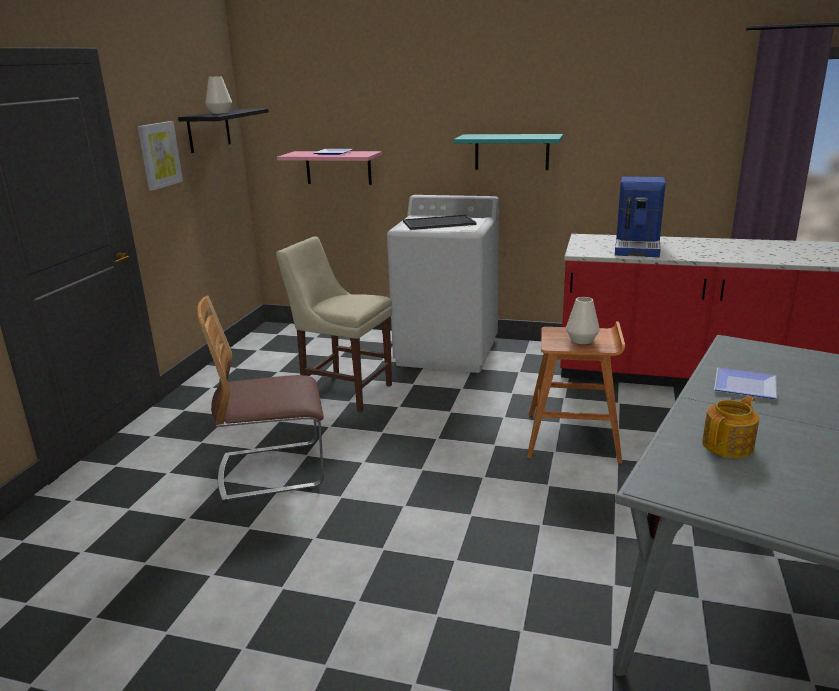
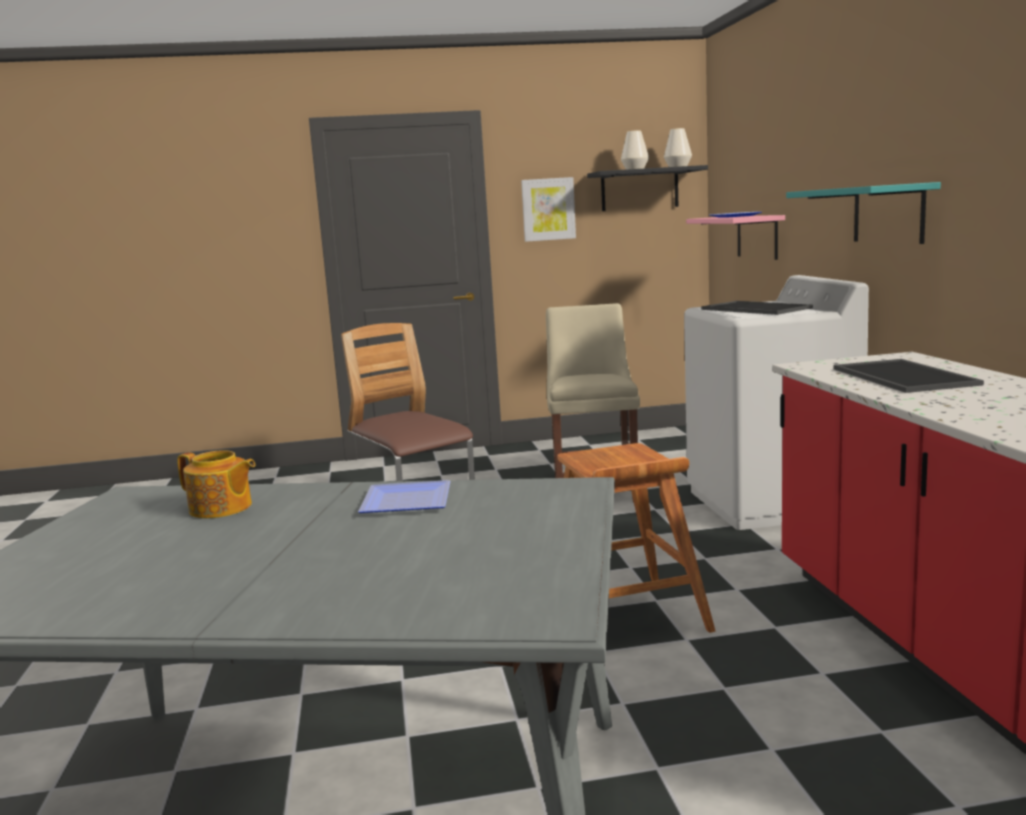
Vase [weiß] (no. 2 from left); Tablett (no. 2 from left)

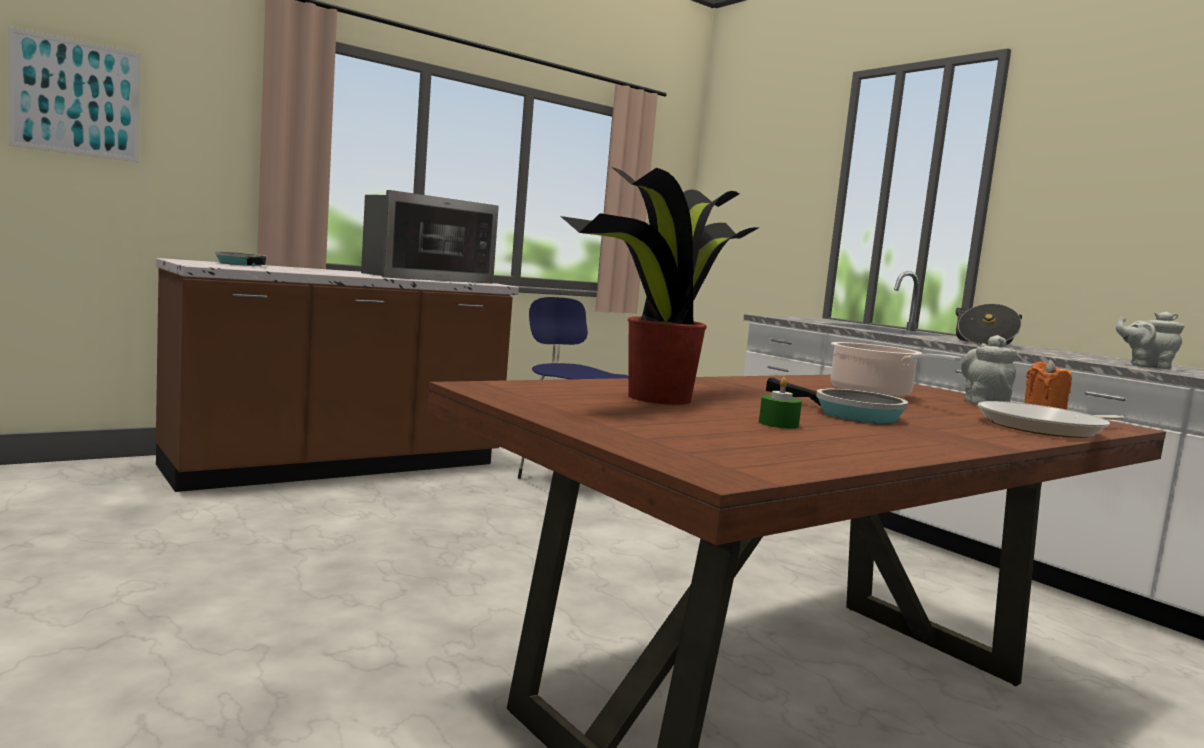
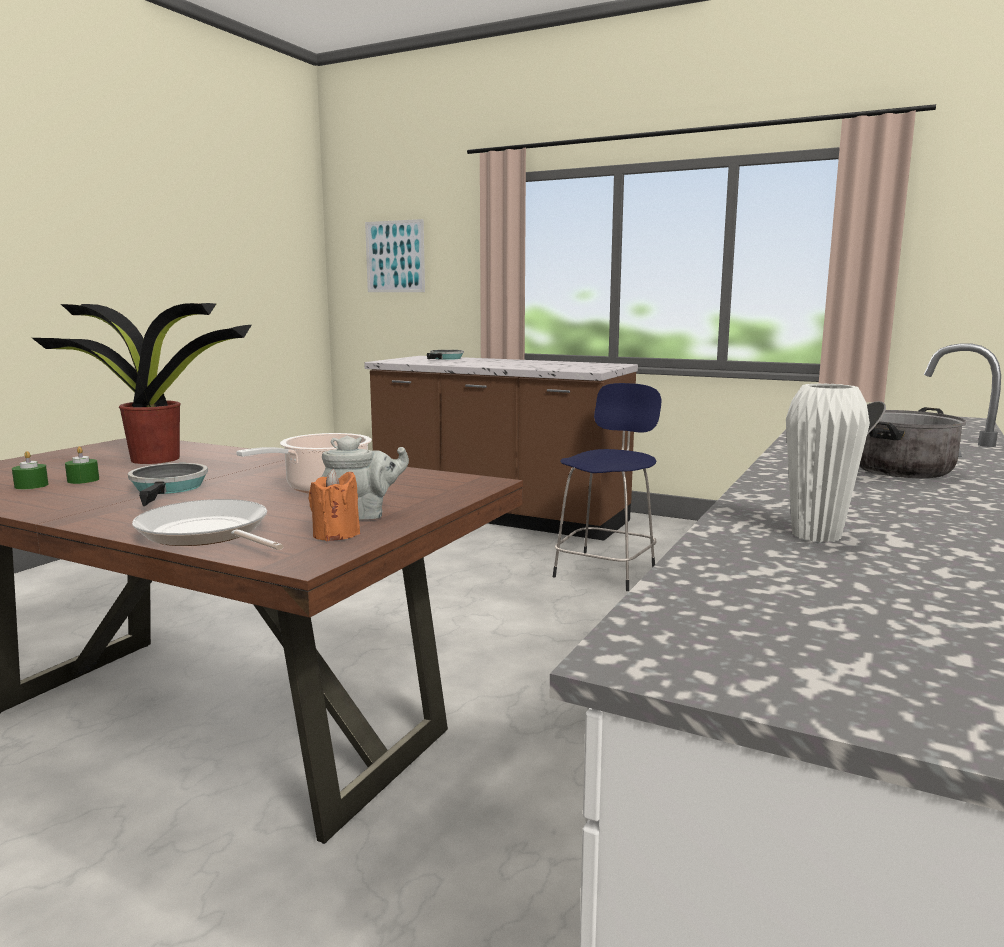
Mikrowelle; Pfanne (no. 1 from left); Vase [weiß]; Kerze [grün] (no. 1 from left)

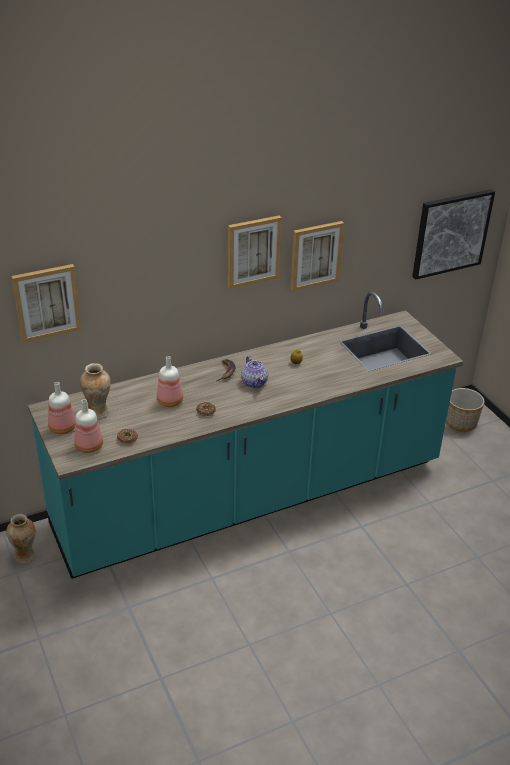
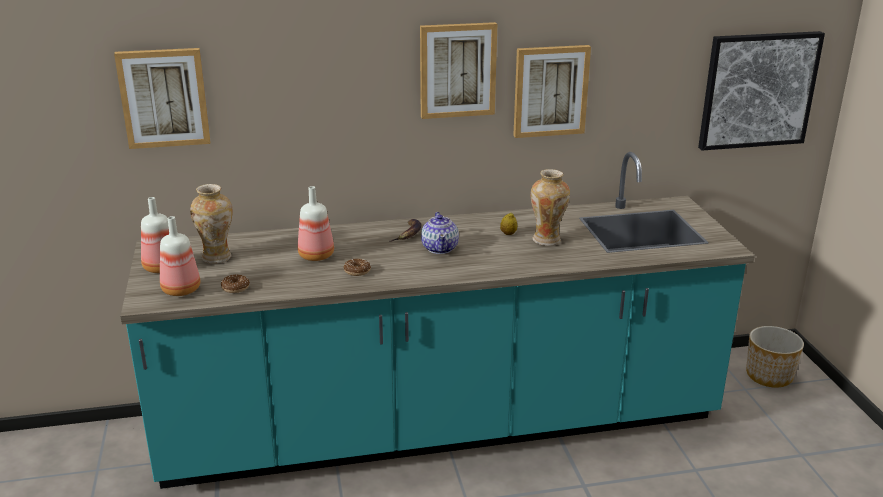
Vase (no. 2 from left)

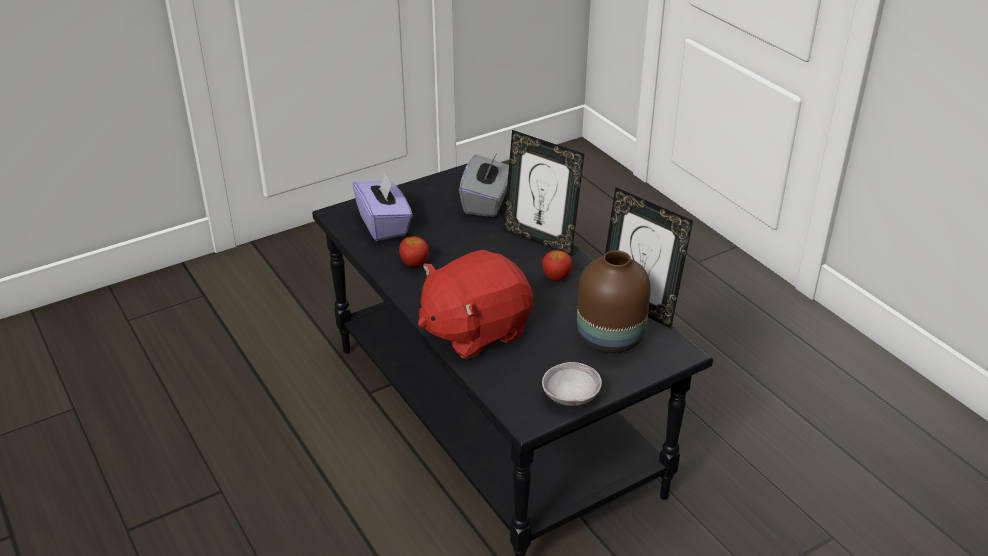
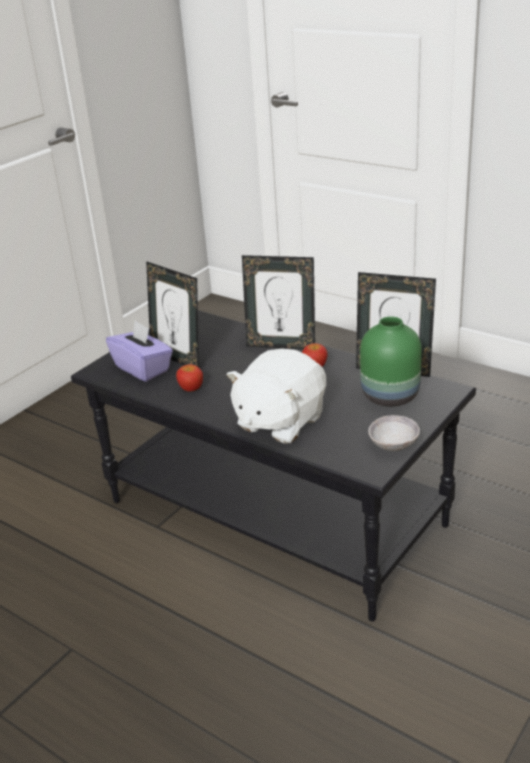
Plüschtier [weiß]; Taschentuchbox [grau]; Vase [grün]; Bilderrahmen (no. 1 from left)

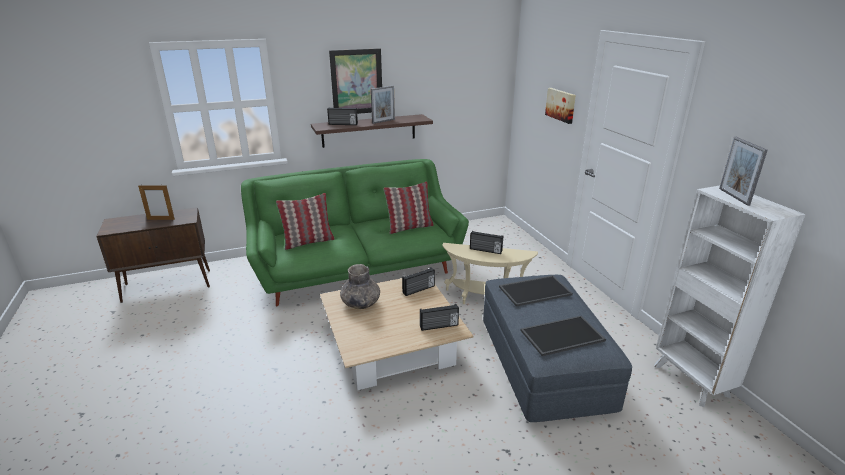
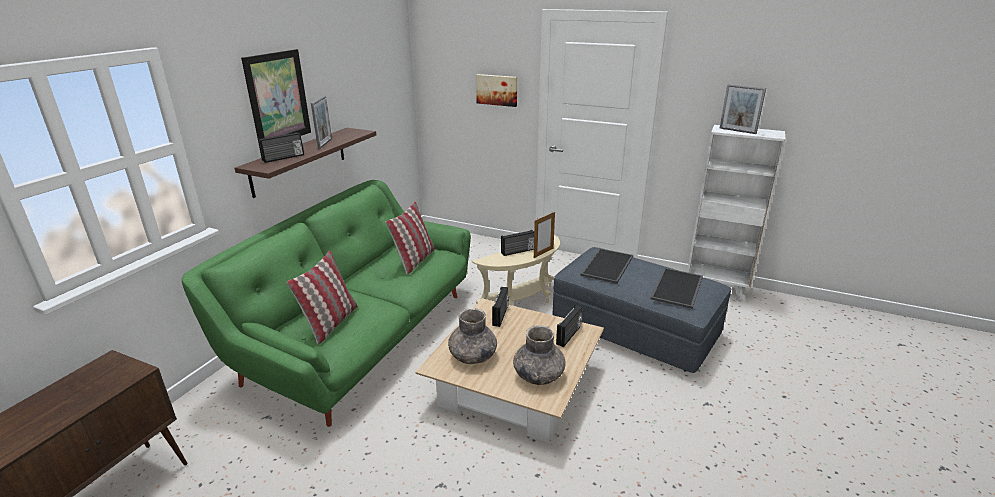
Bilderrahmen (no. 2 from left); Vase [grau] (no. 2 from left)

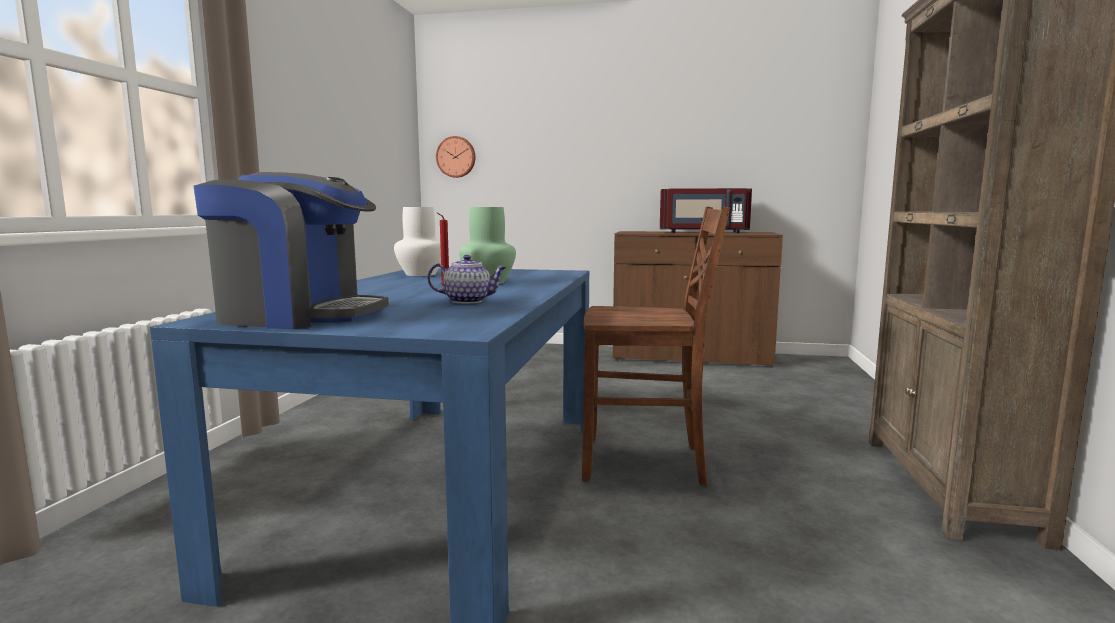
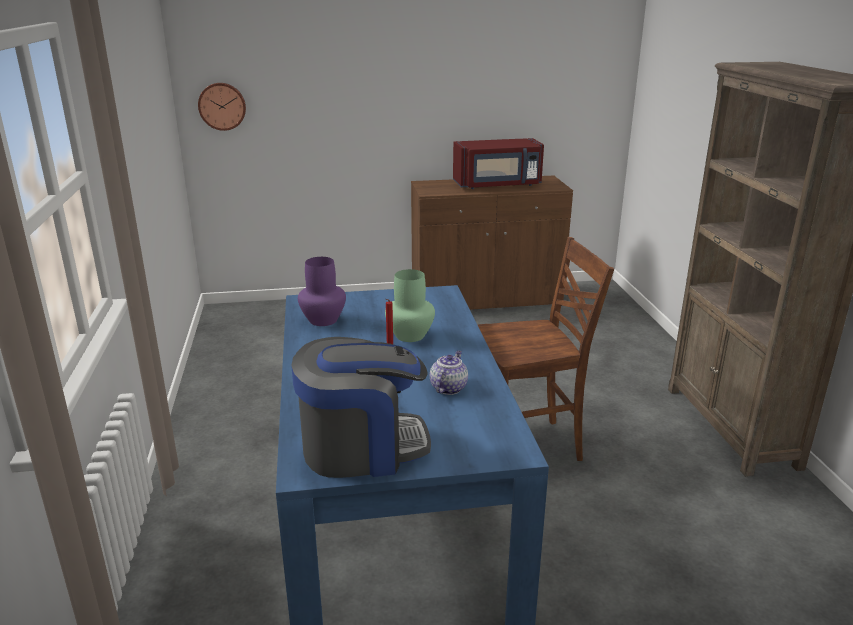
Vase [lila]; Teekanne

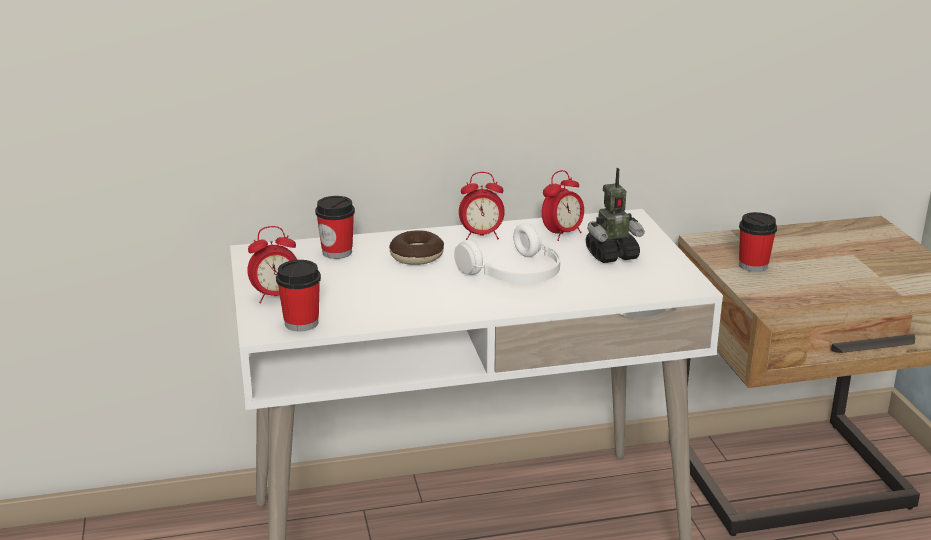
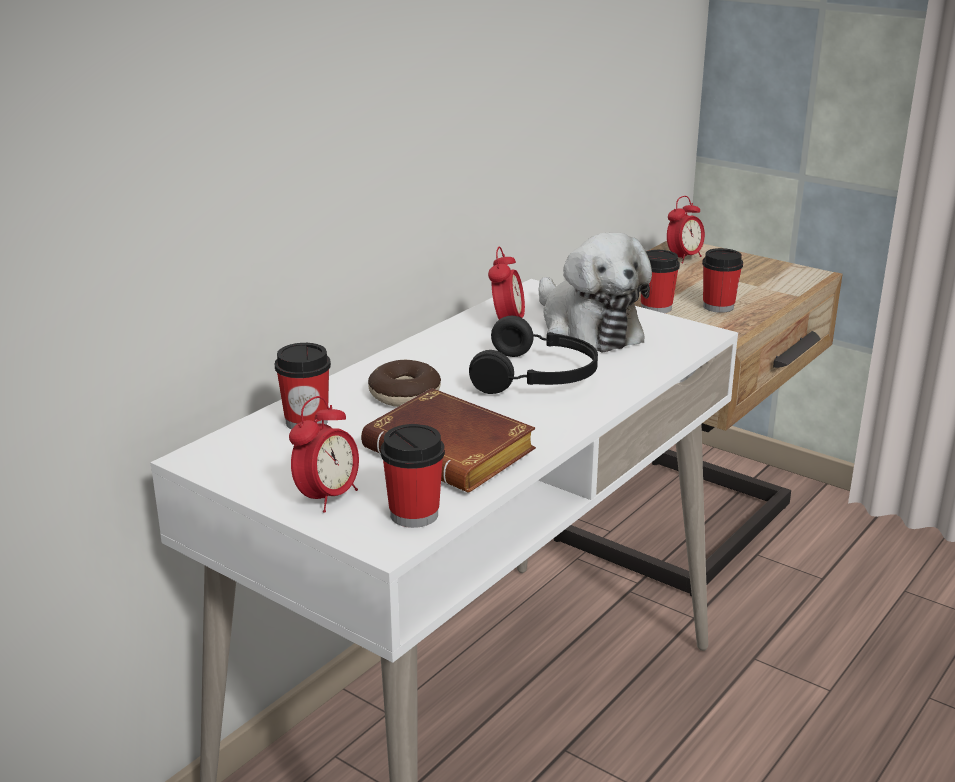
Kopfhörer [schwarz]; Wecker (no. 3 from left); Plüschtier; Buch [braun]; Tasse (no. 4 from left)

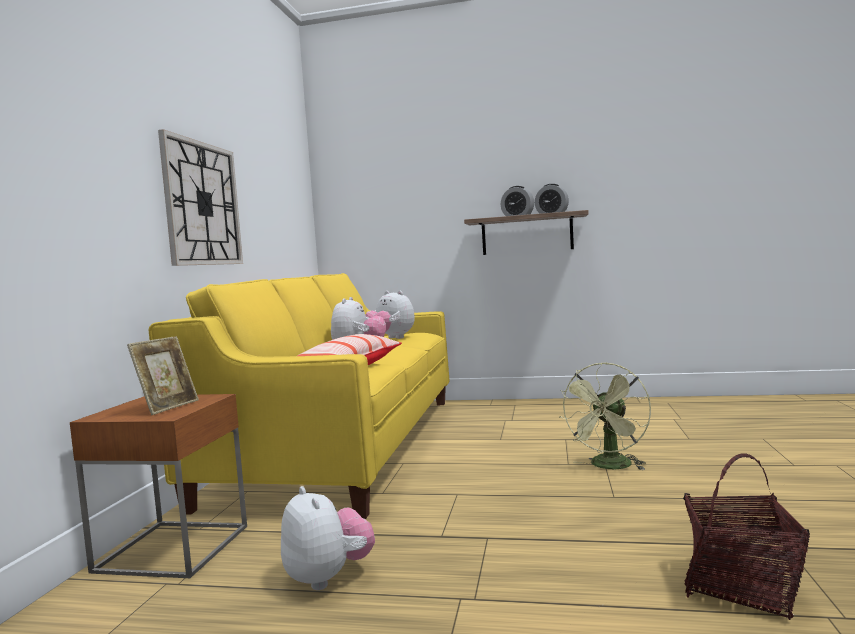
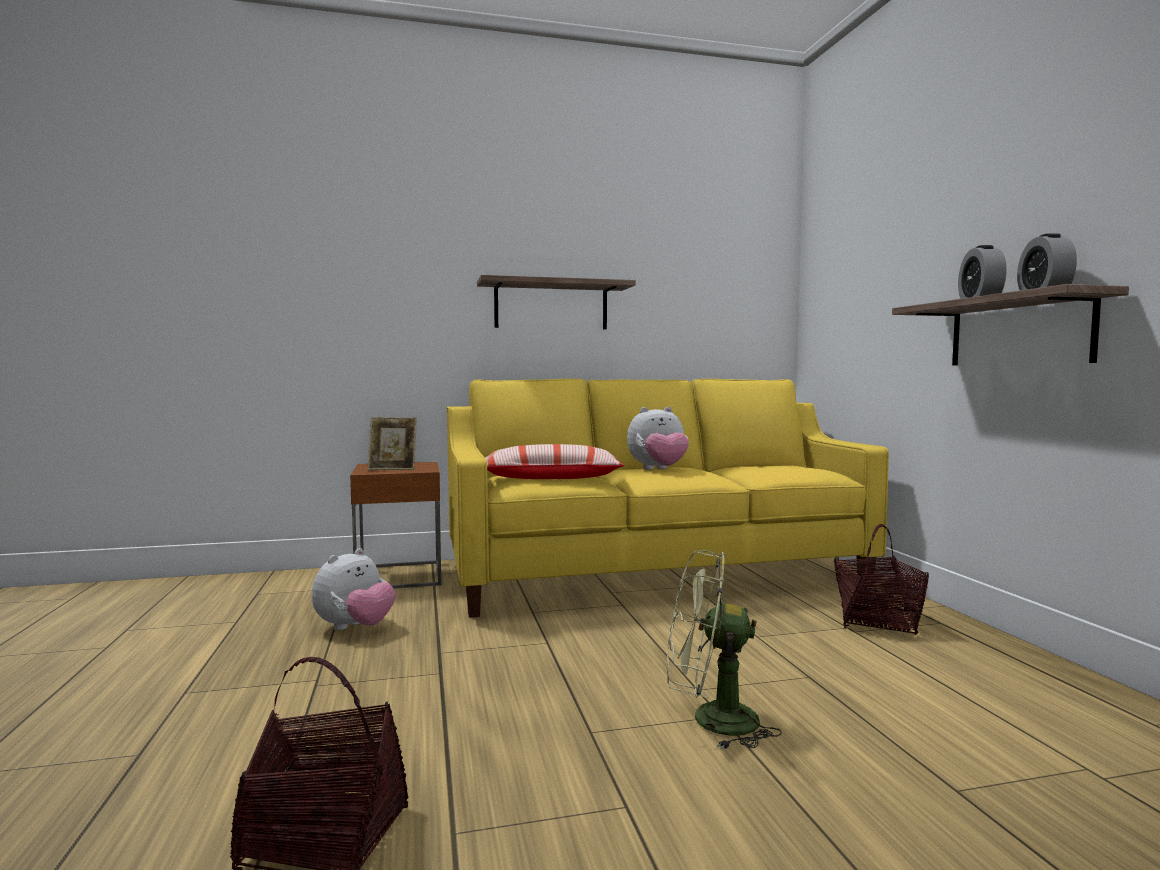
Wandregal (no. 1 from left); Plüschtier (no. 3 from left in the first image); Korb (no. 2 from left)

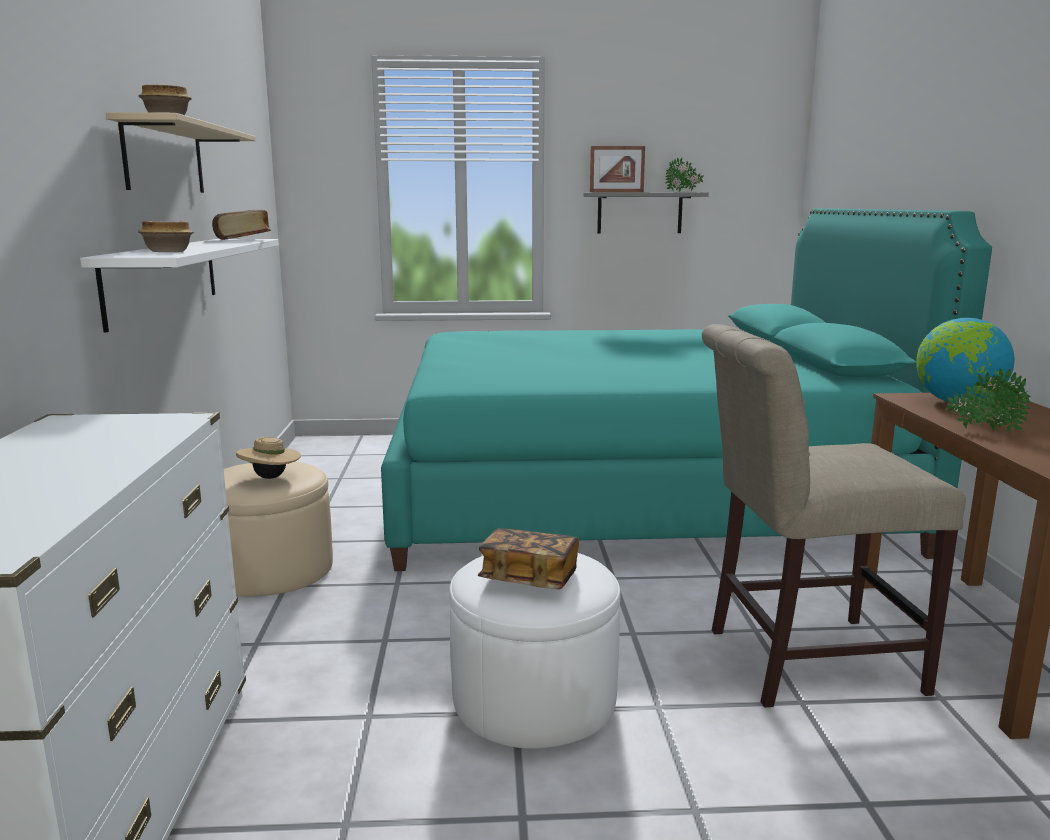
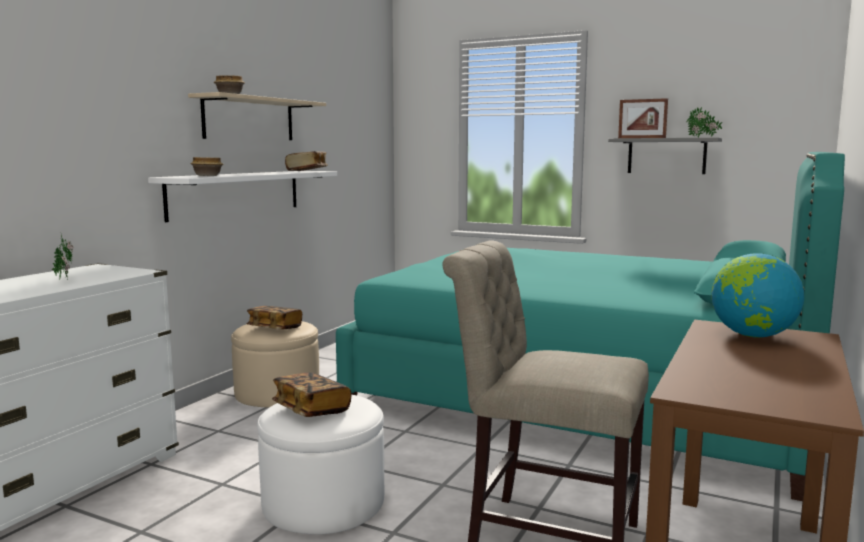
Buch (no. 1 from left); Topfpflanze (no. 1 from left)

